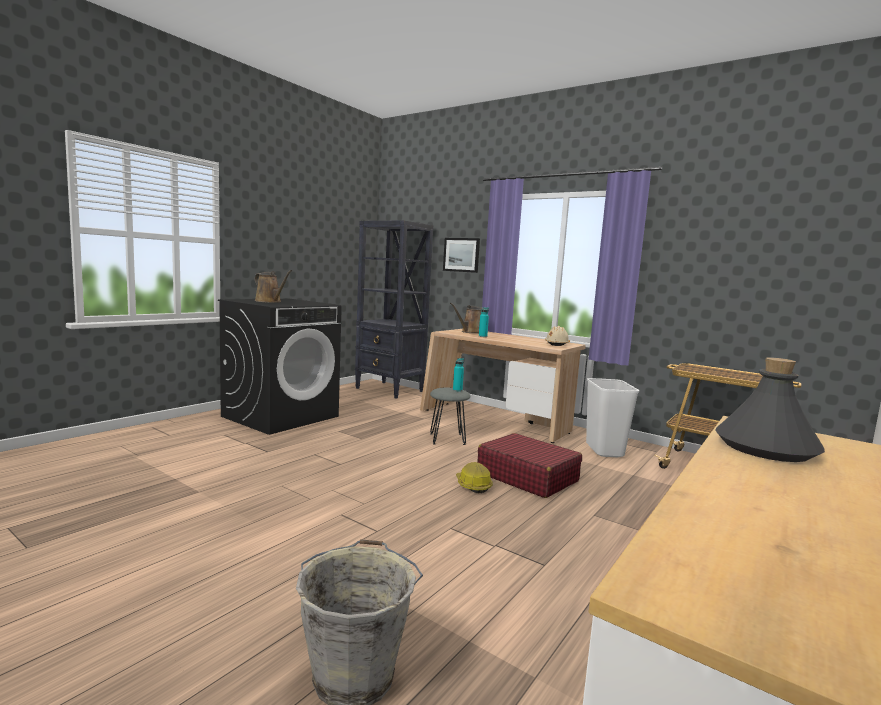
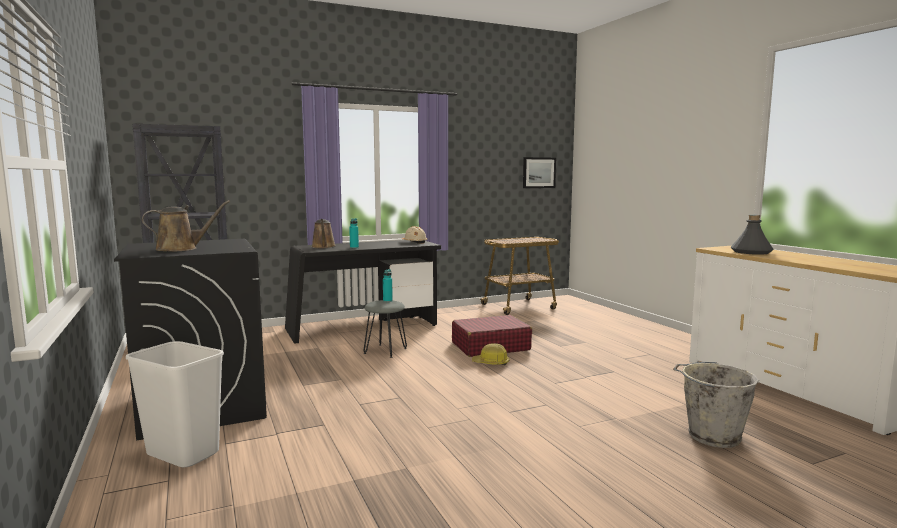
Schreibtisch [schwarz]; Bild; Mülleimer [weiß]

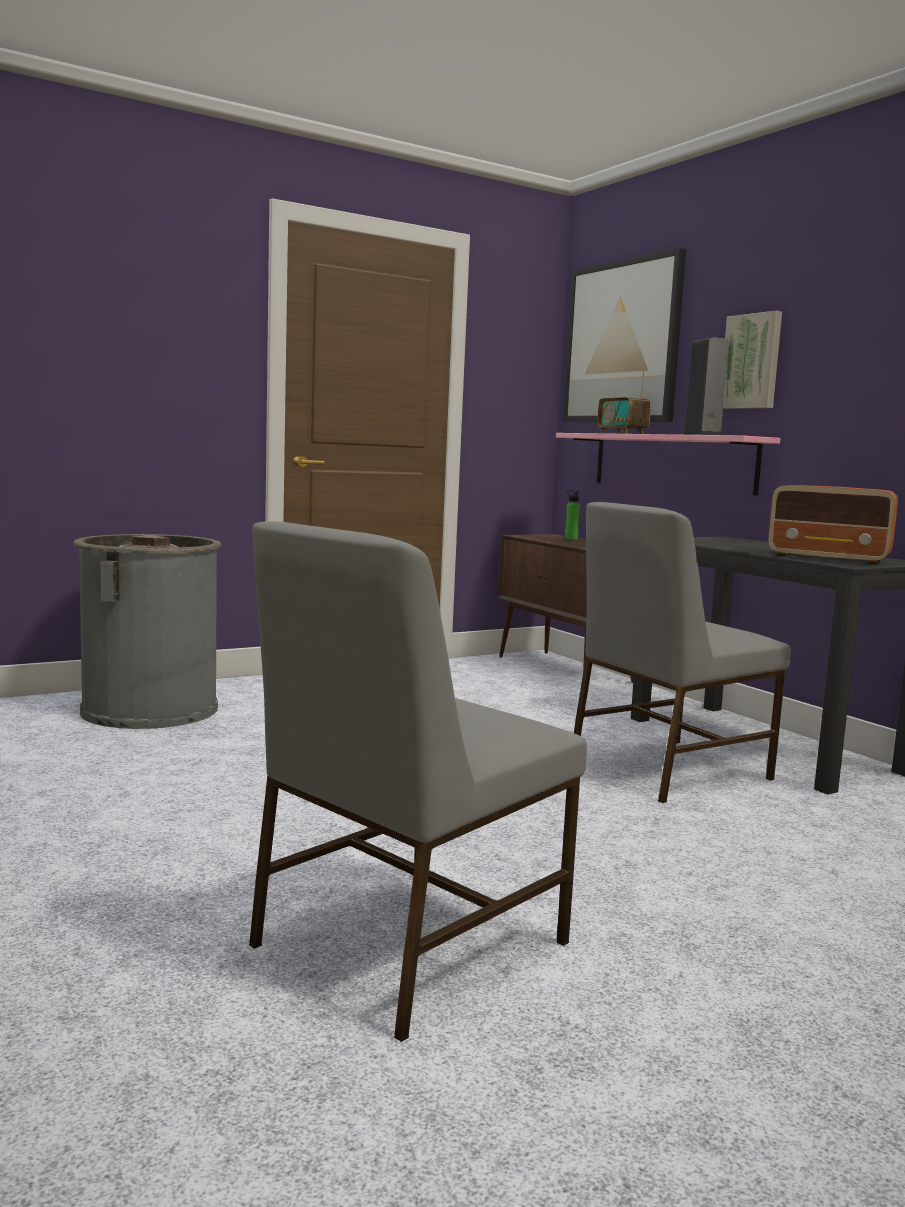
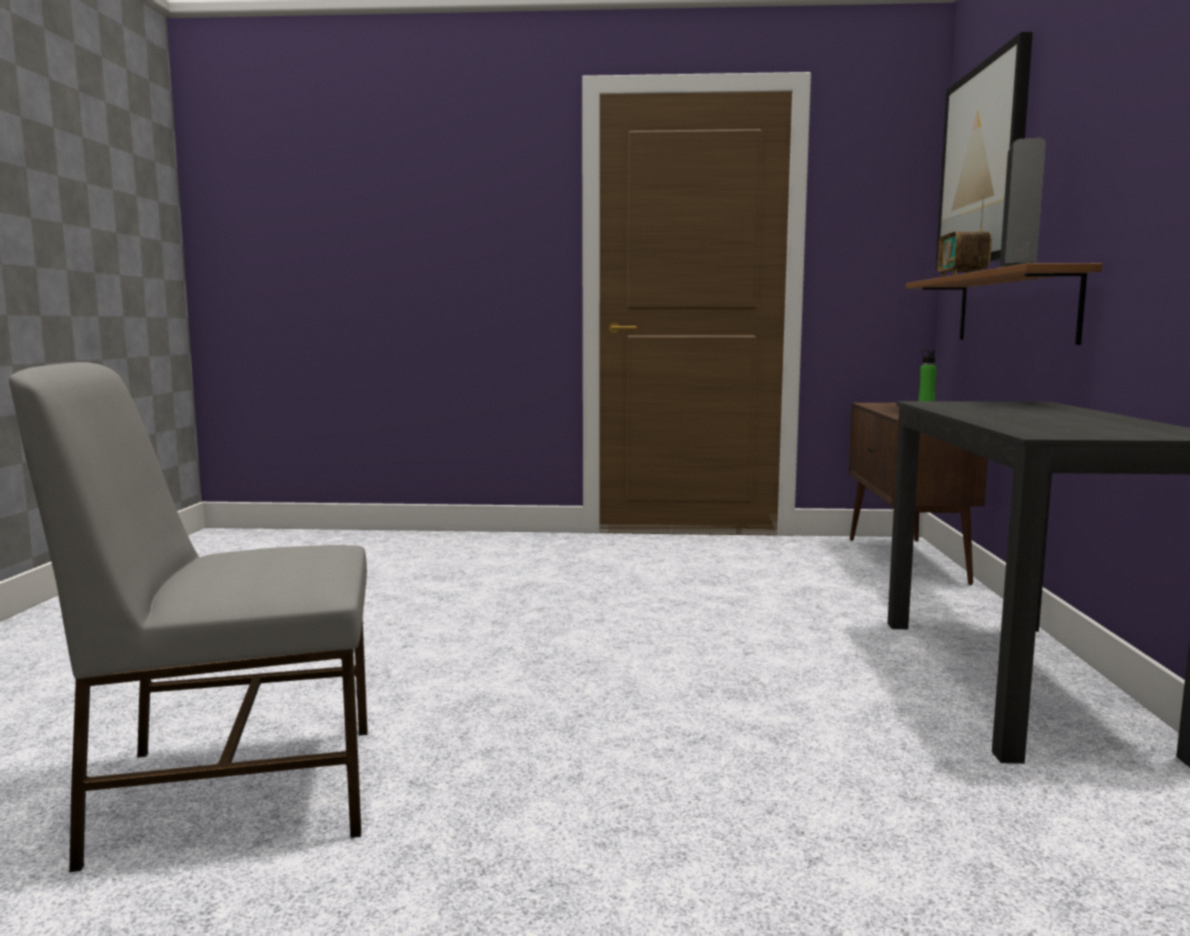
Mülleimer [grau]; Wandregal [braun]; Stuhl [grau] (no. 2 from left in the first image); Bild (no. 2 from left in the first image); Radio (no. 2 from left in the first image)

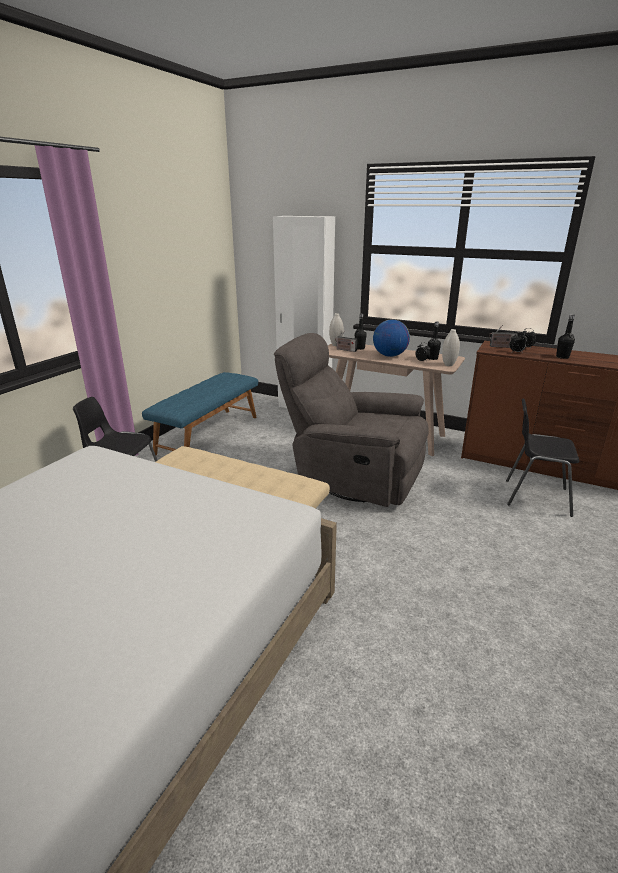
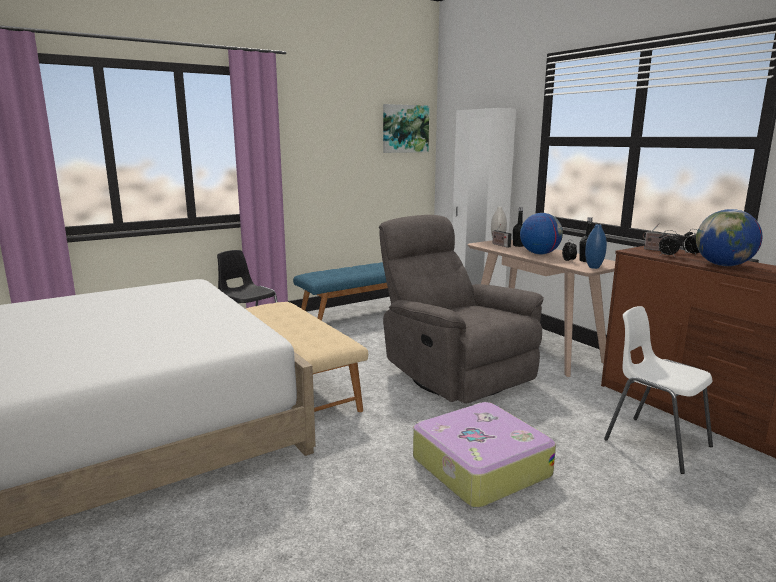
Vase [blau]; Stuhl [weiß]; Globus (no. 2 from left); Bild; Koffer

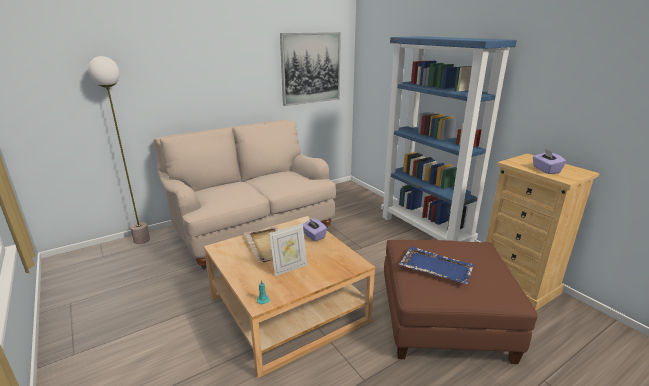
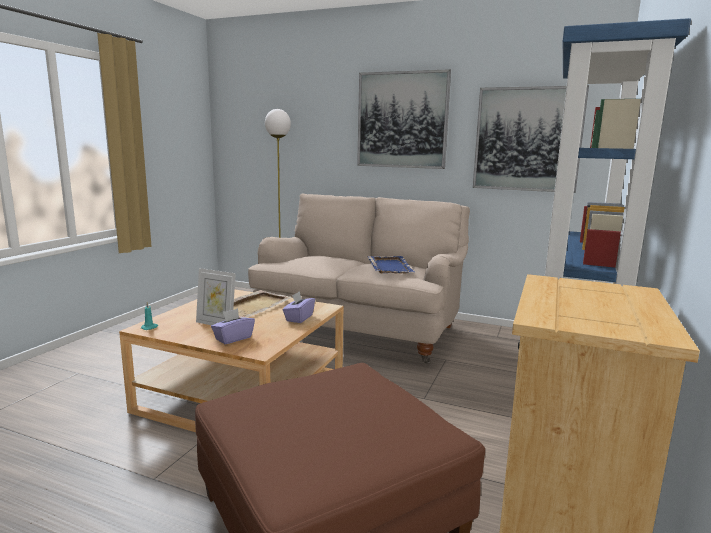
Tablett [blau]; Taschentuchbox [lila] (no. 1 from left); Bild (no. 1 from left)

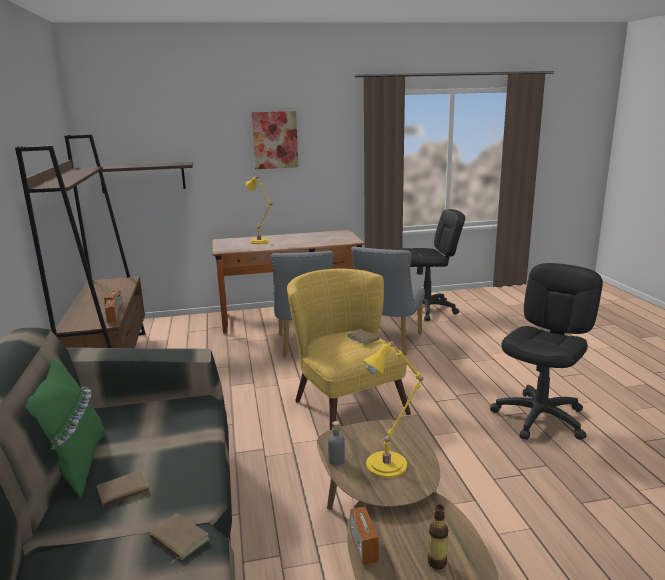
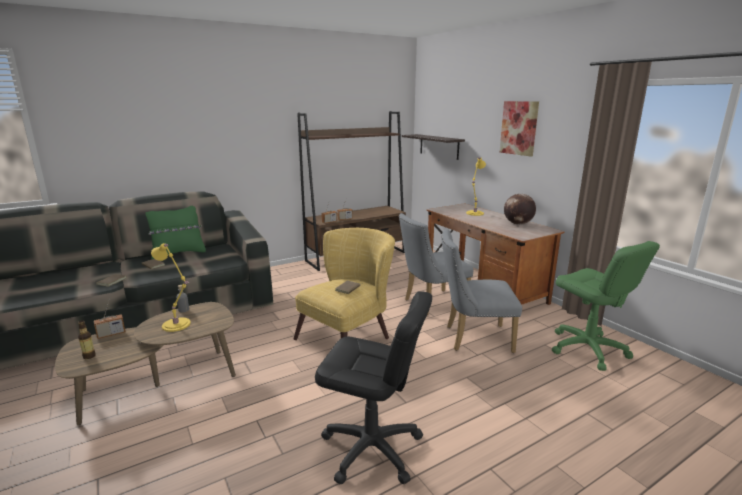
Bürostuhl [grün]; Globus

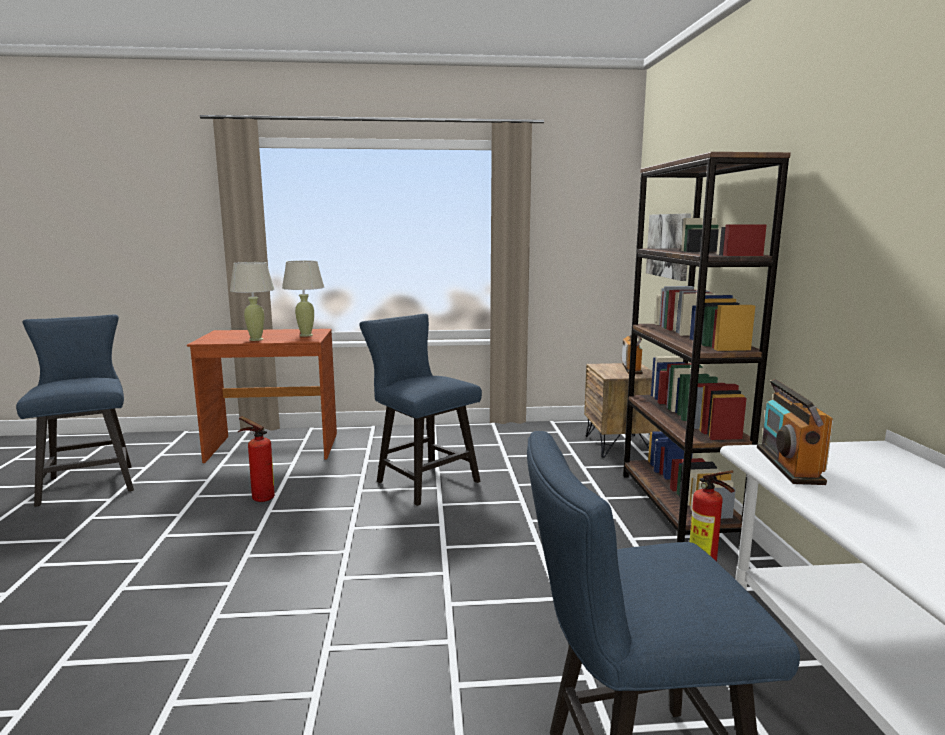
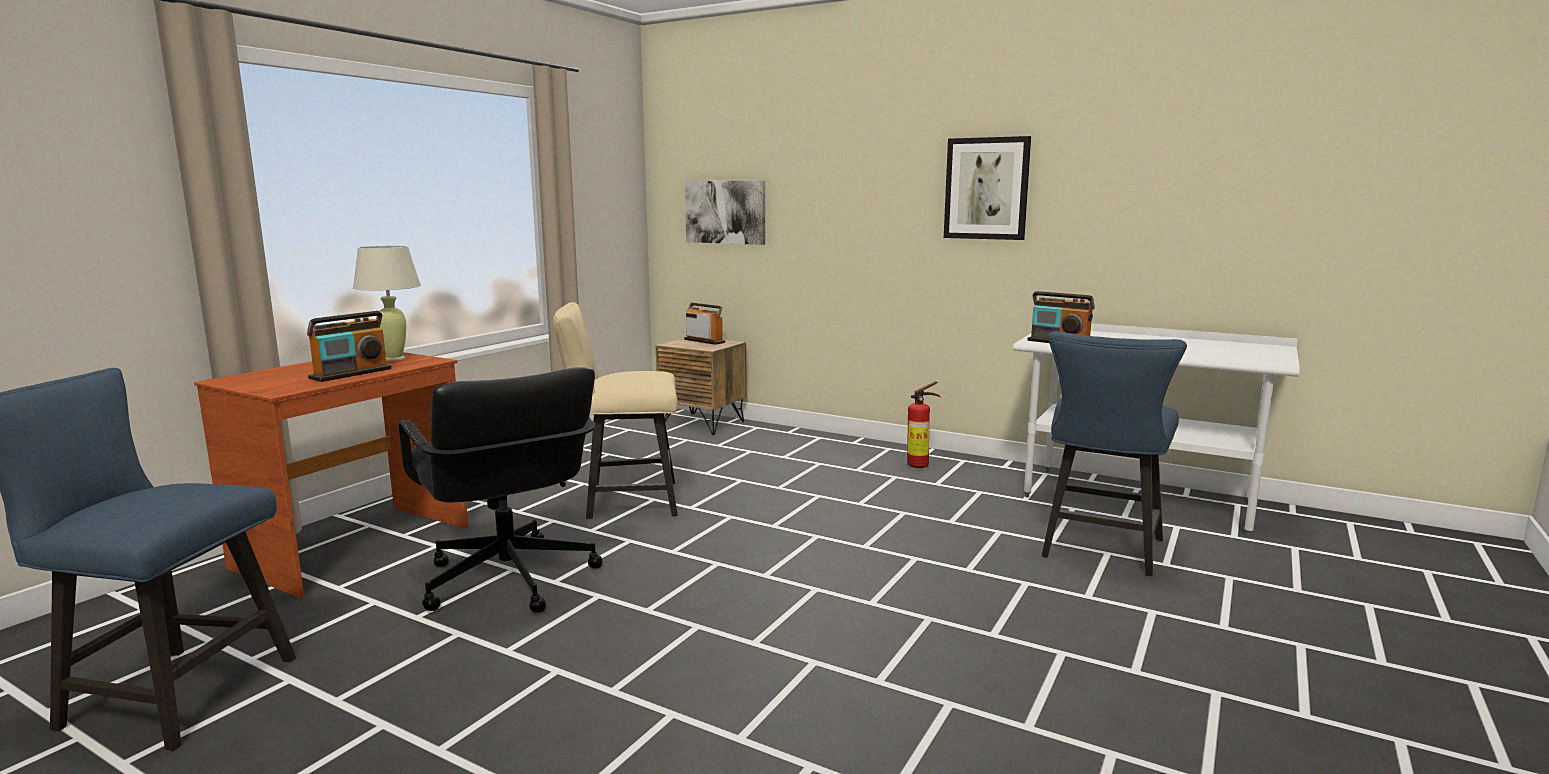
Radio (no. 1 from left); Bürostuhl [schwarz]; Stuhl [beige]; Bücherregal [braun]; Bild (no. 2 from left)

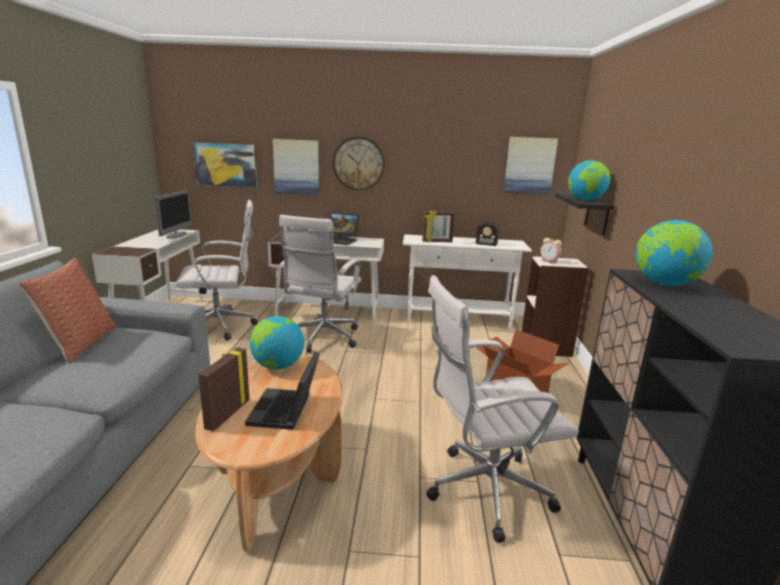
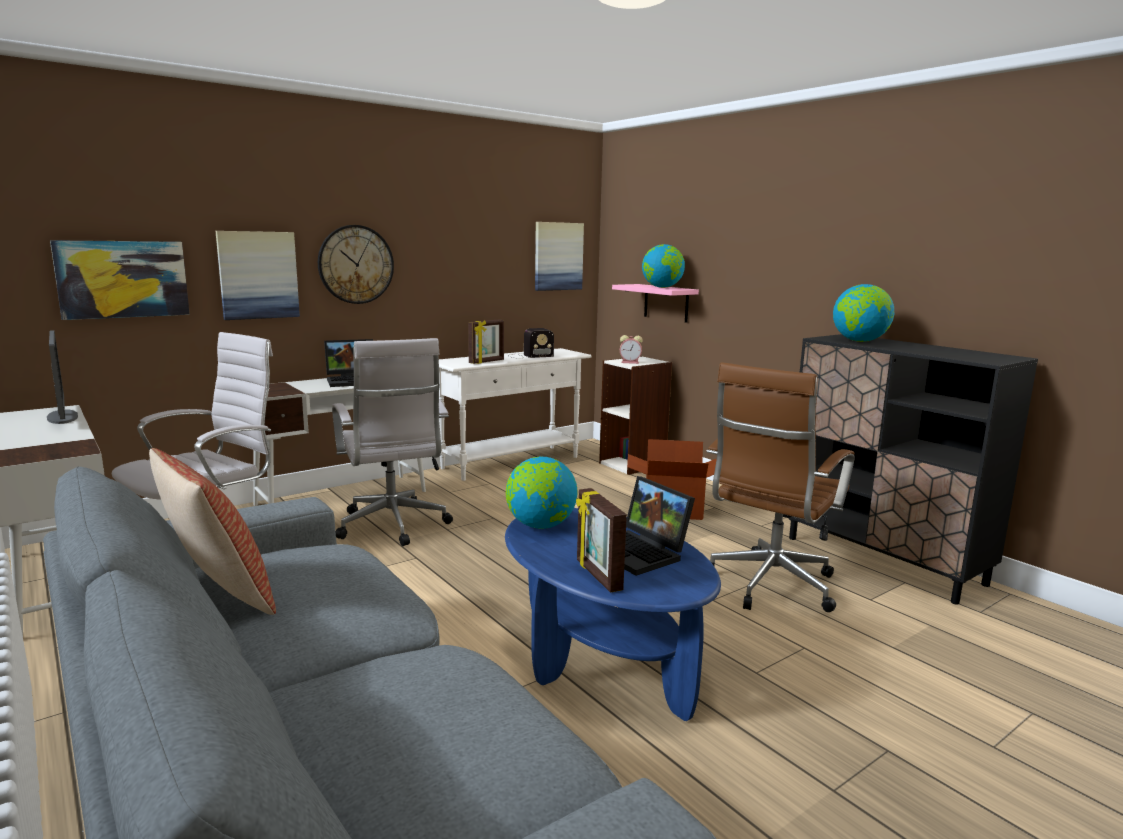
Couchtisch [blau]; Bürostuhl [braun]; Wandregal [rosa]

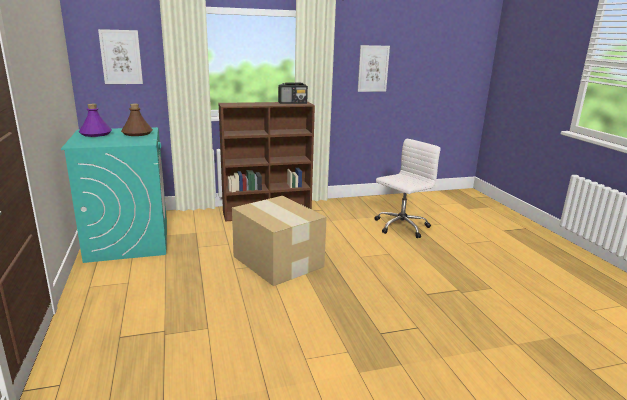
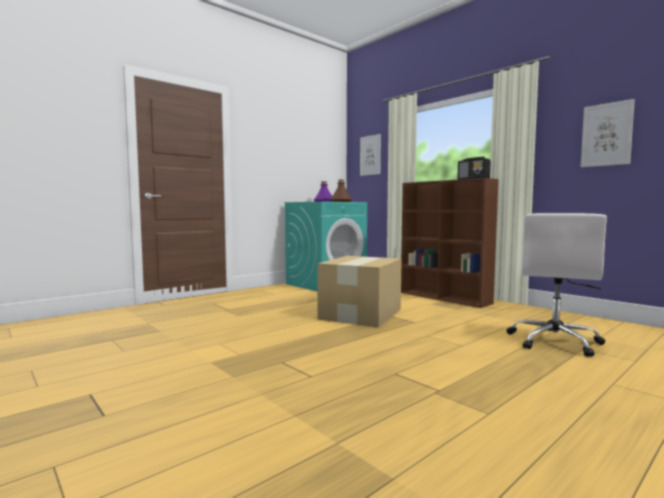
Bürostuhl [weiß]

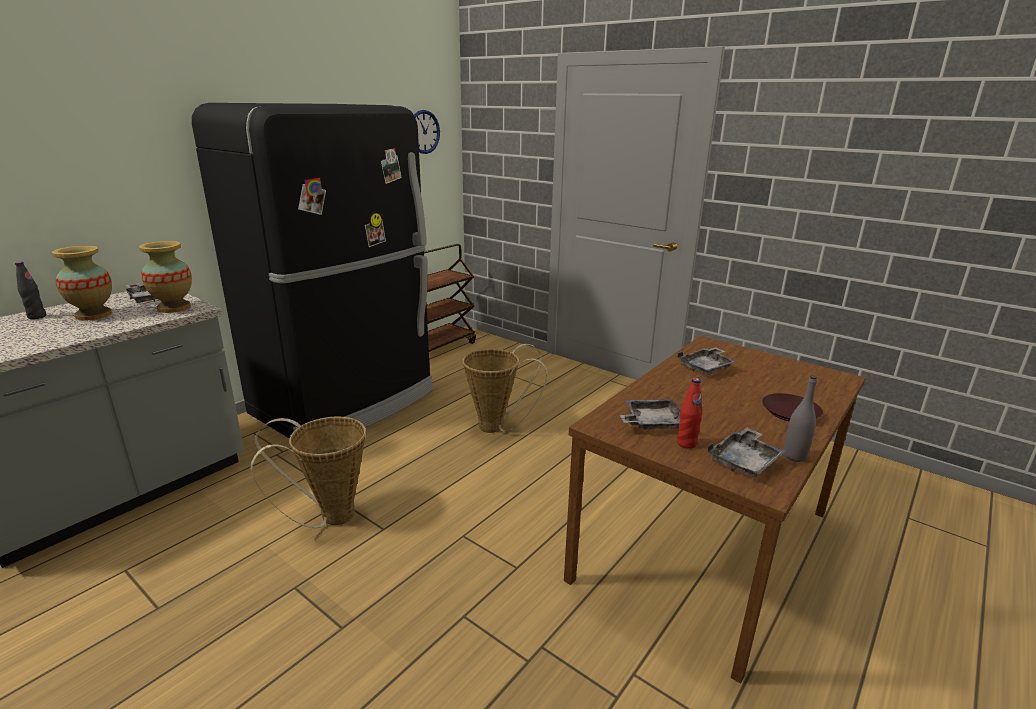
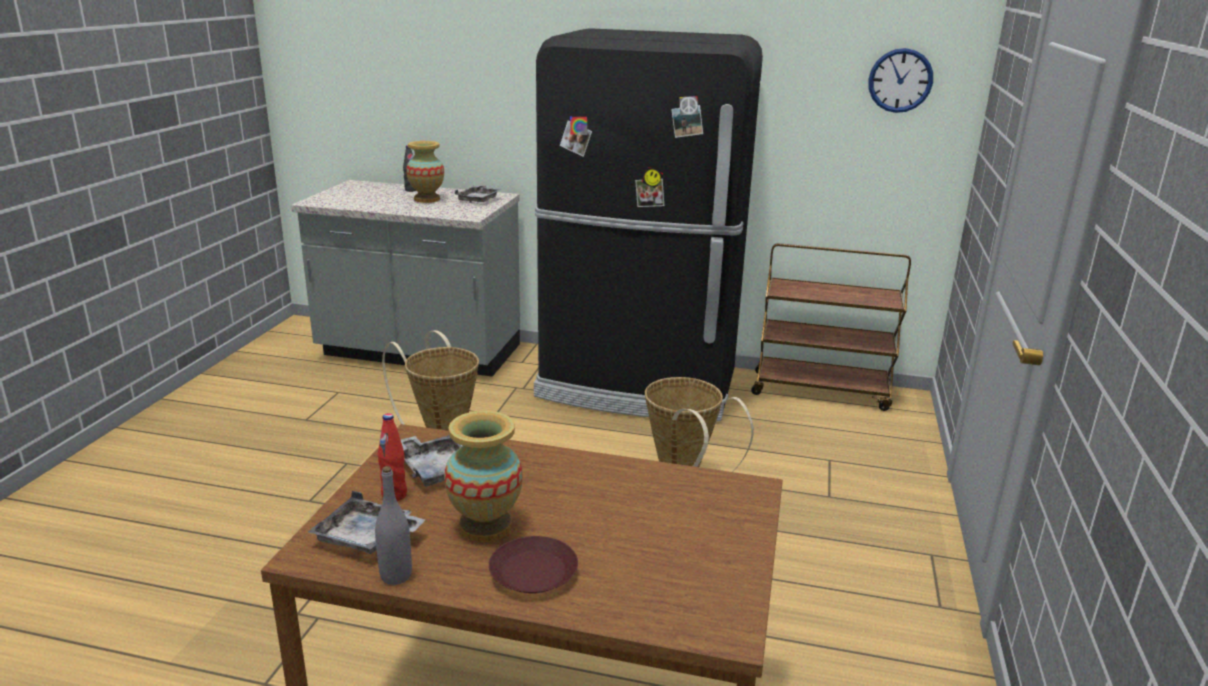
Vase (no. 2 from left); Tablett [grau] (no. 3 from left in the first image)

